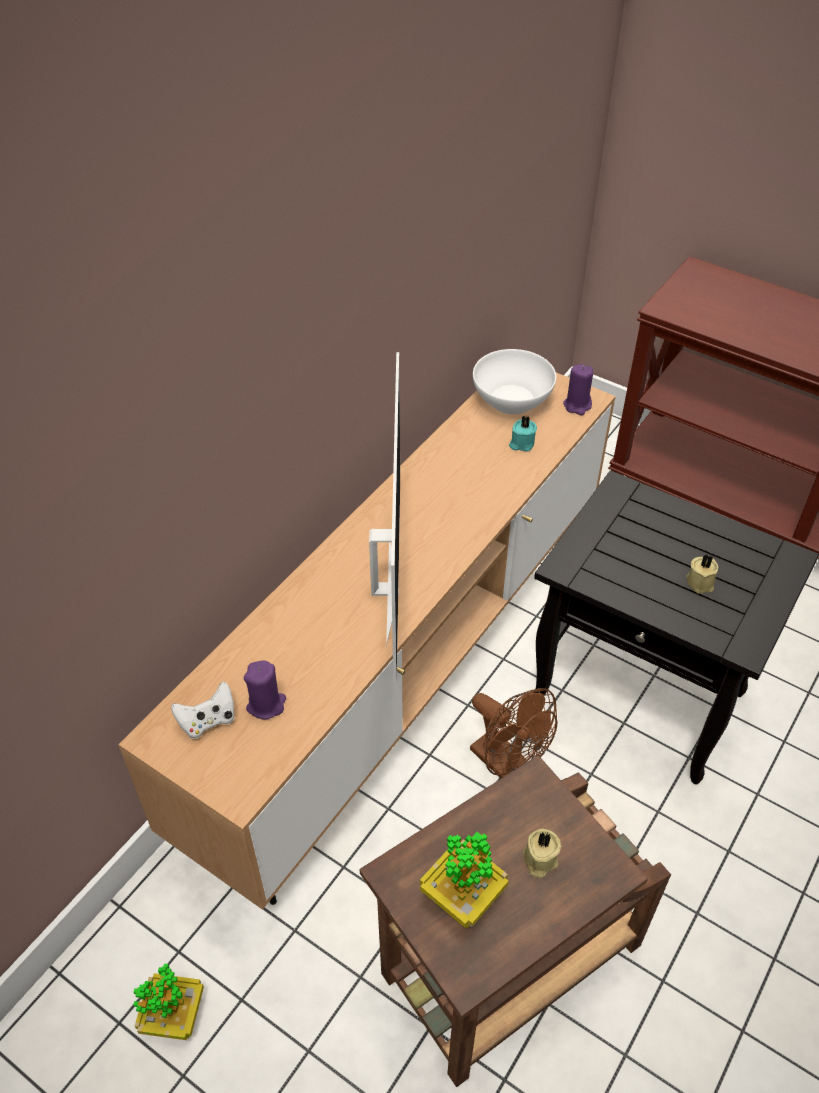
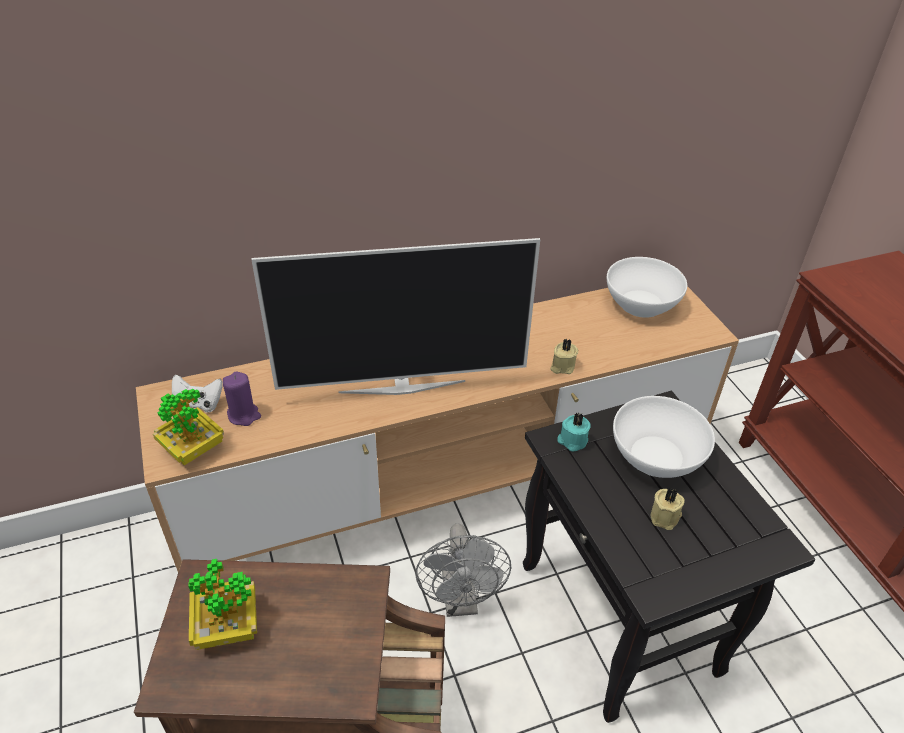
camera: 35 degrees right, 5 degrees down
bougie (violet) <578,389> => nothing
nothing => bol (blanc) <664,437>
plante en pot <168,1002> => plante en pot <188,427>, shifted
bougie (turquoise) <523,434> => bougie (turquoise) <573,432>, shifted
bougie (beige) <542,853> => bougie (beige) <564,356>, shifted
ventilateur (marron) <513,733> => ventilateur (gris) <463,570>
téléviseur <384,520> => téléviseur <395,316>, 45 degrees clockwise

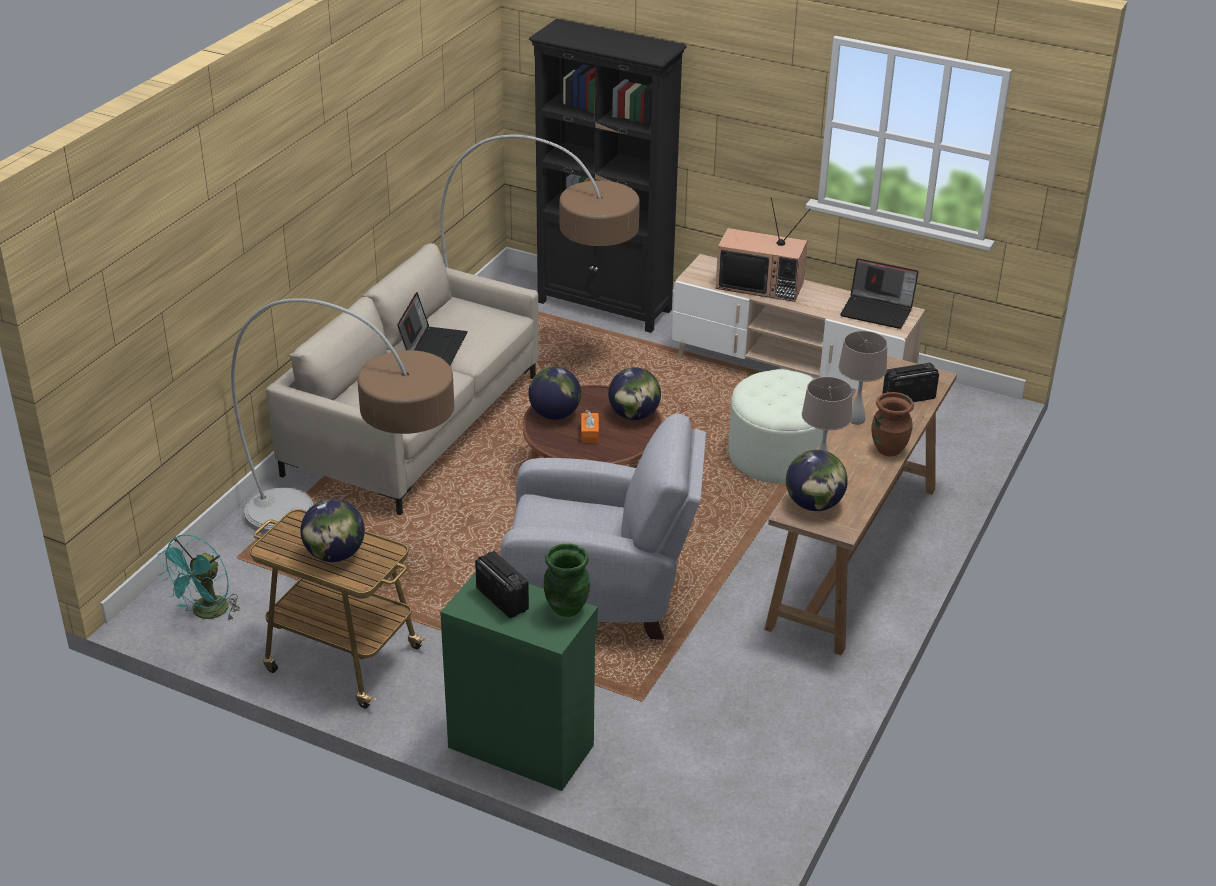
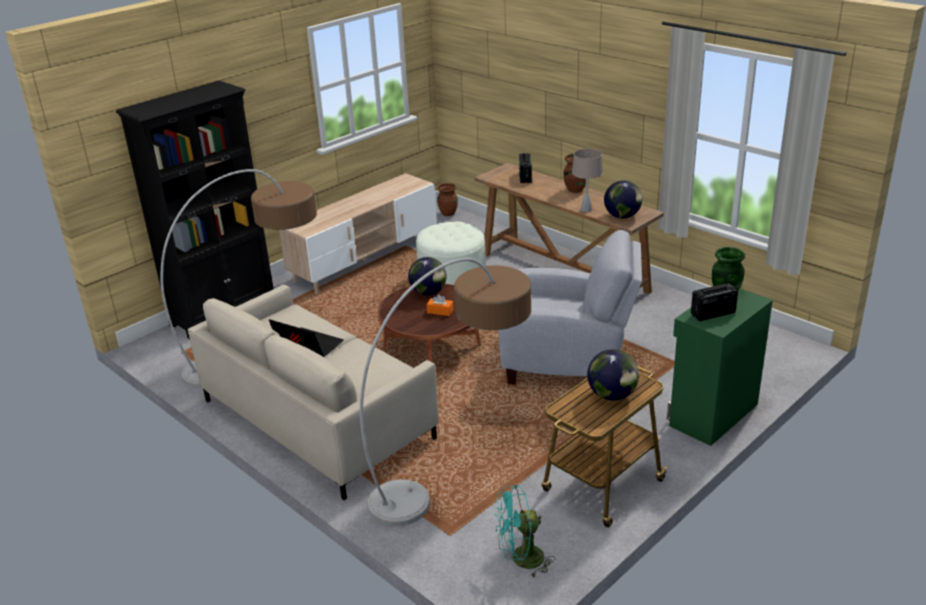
camera: 70 degrees left, 5 degrees down
globe <554,393> => nothing
téléviseur <763,250> => nothing
lampe de table (beige) <863,378> => nothing
ordinateur portable <879,293> => nothing
nothing => vase (marron) <447,199>
ventilateur (turquoise) <199,577> => ventilateur (turquoise) <525,531>, 120 degrees clockwise
fauteuil (gris) <603,527> => fauteuil (gris) <570,307>, 75 degrees clockwise

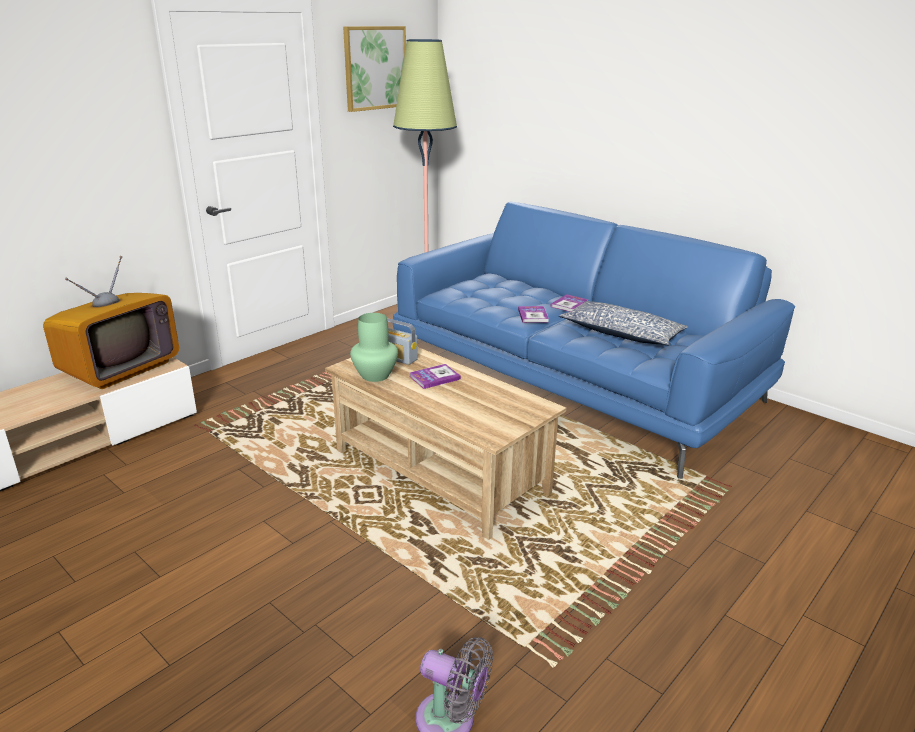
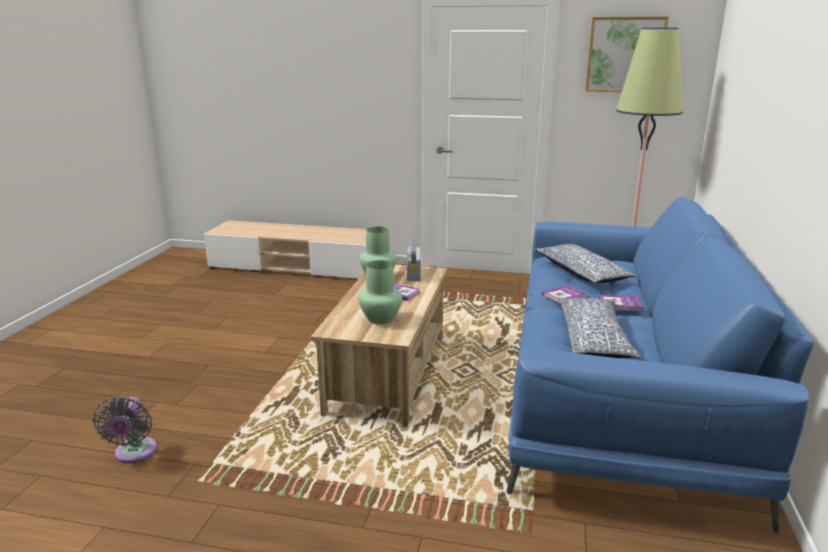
camera: 60 degrees right, 5 degrees down
téléviseur <111,322> => nothing
nothing => vase (vert) <380,292>
nothing => coussin <585,264>

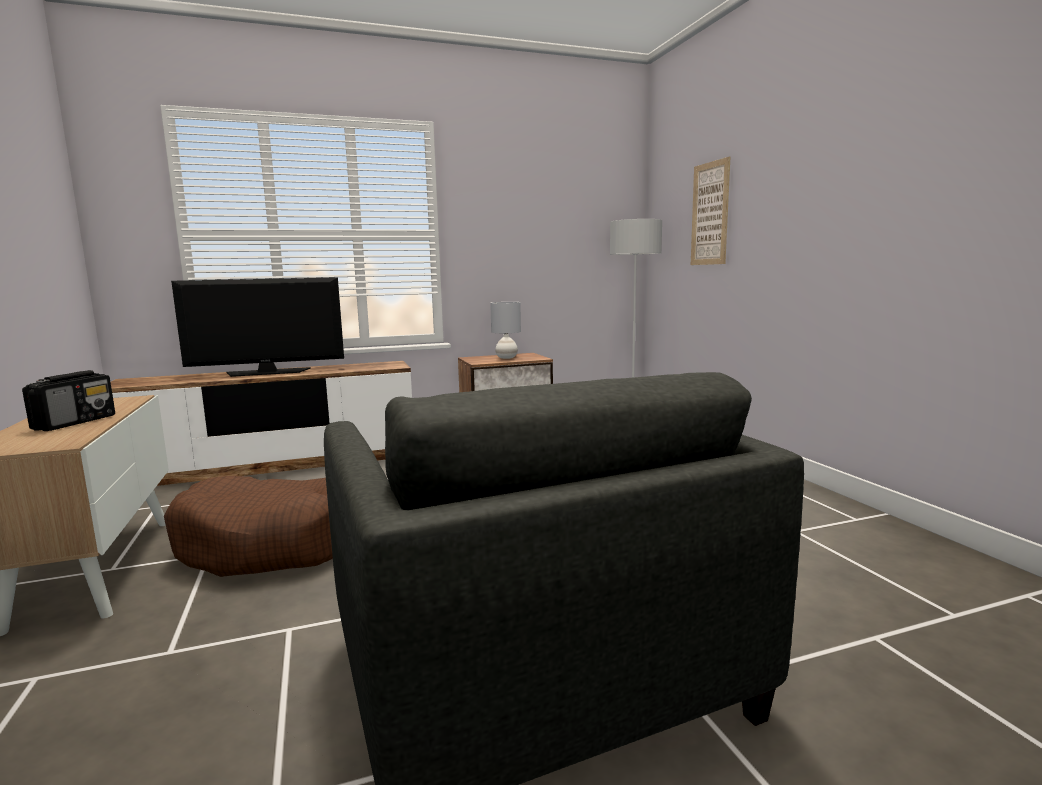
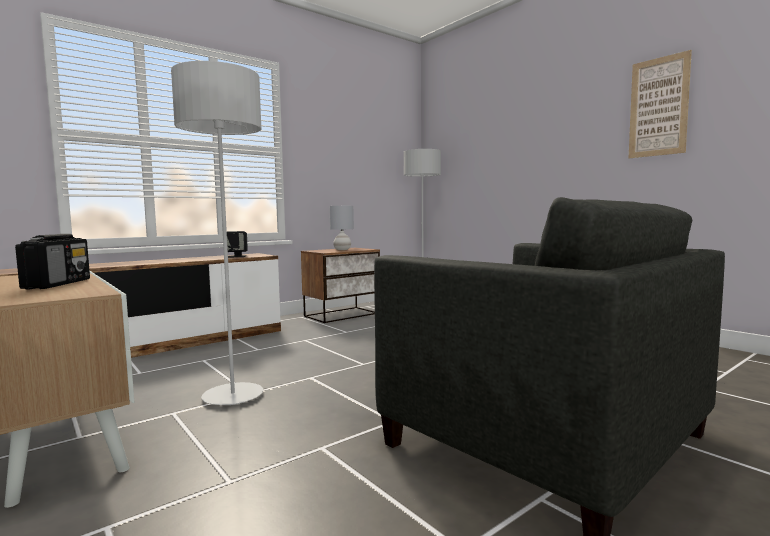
camera: 20 degrees left, 5 degrees down
téléviseur <257,327> => nothing
nothing => enceinte (noir) <237,244>
tableau <710,211> => tableau <660,104>, shifted
panier pour chien (marron) <248,526> => lampadaire (gris) <217,233>

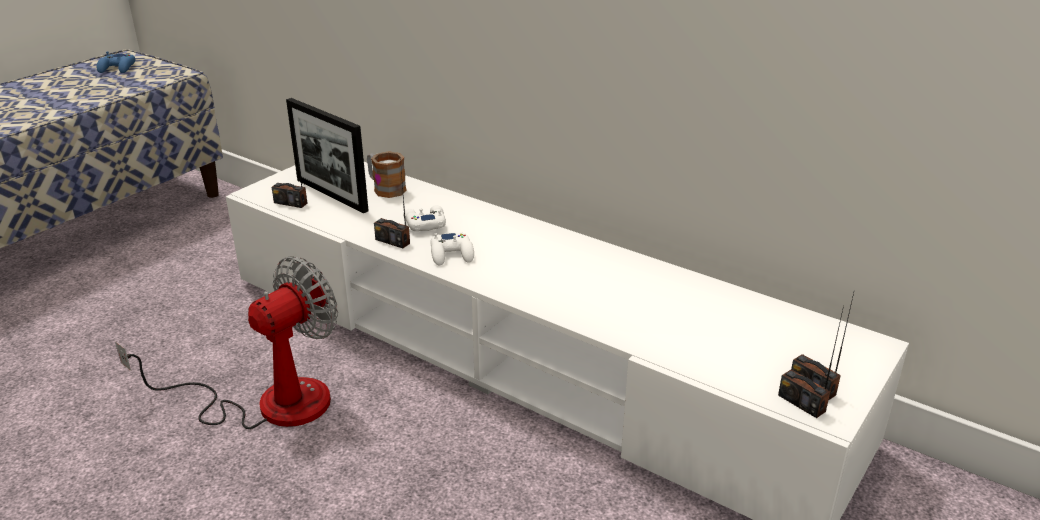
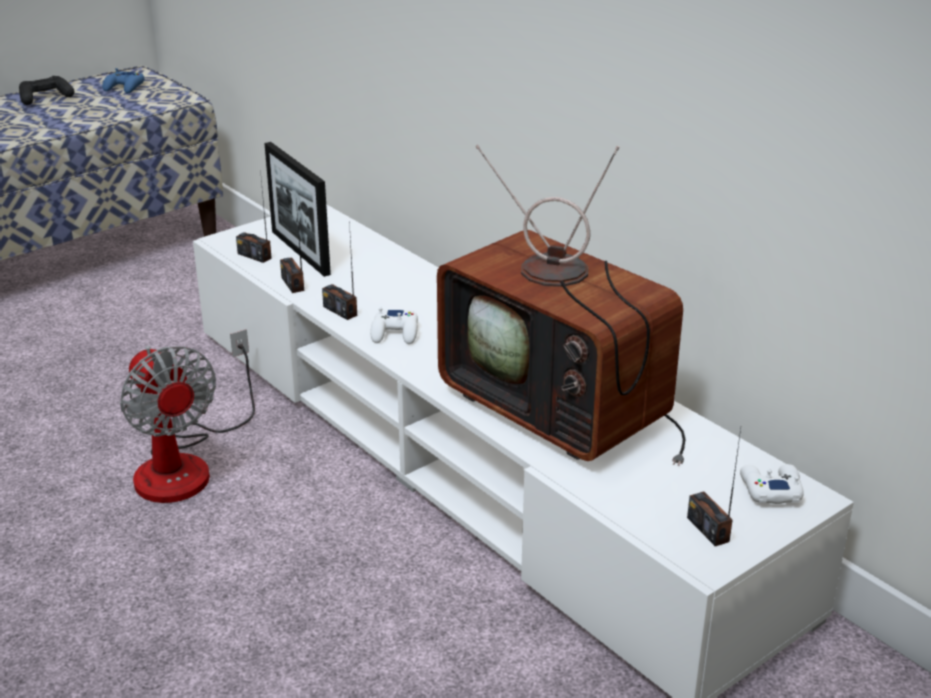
camera: 15 degrees right, 0 degrees up
mug <387,174> => nothing
nothing => manette (noir) <47,90>
nothing => téléviseur <561,305>
manette (blanc) <424,218> => manette (blanc) <772,484>, shifted
radio <811,361> => radio <292,247>, shifted
ventilateur <226,343> => ventilateur <187,416>, 90 degrees clockwise

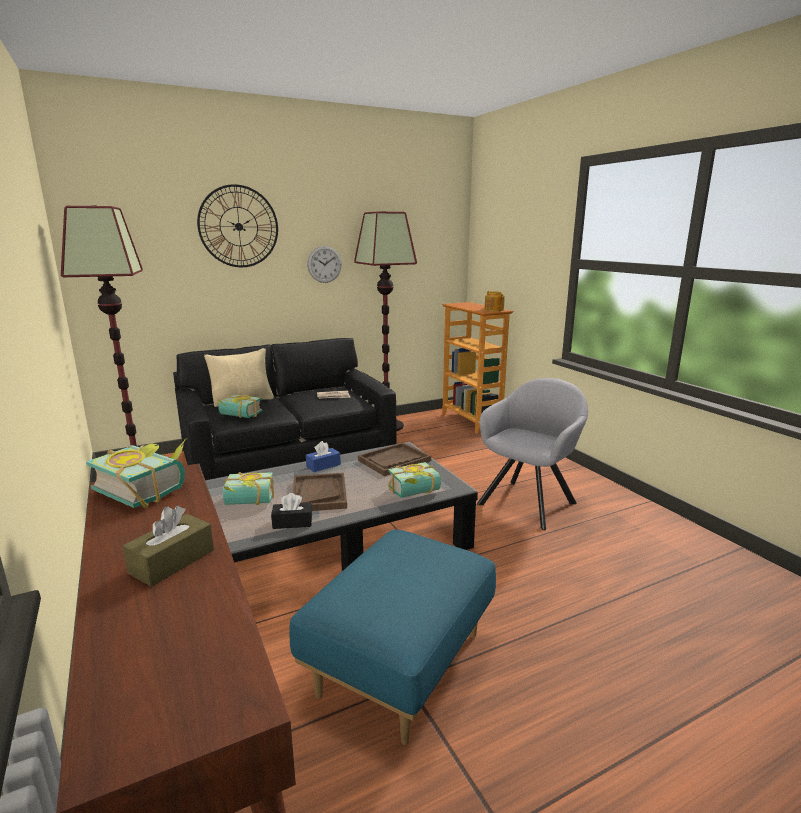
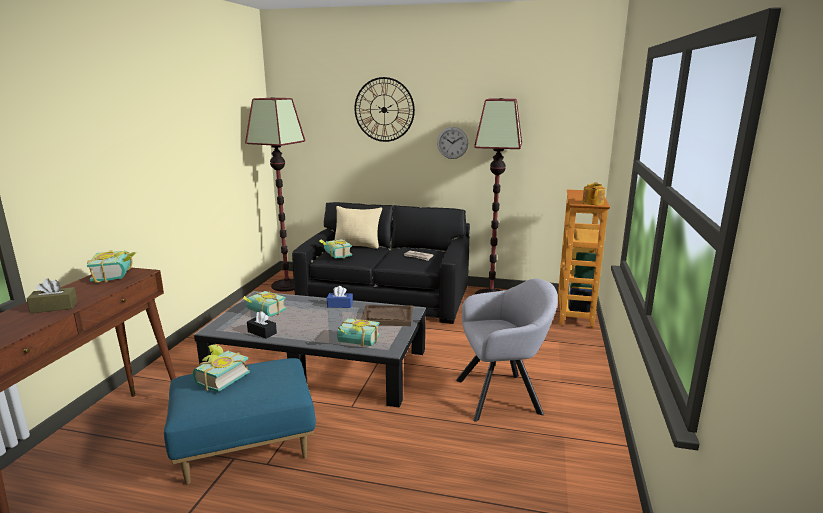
camera: 40 degrees right, 0 degrees up
plateau (marron) <320,492> => nothing
nothing => livre <221,368>

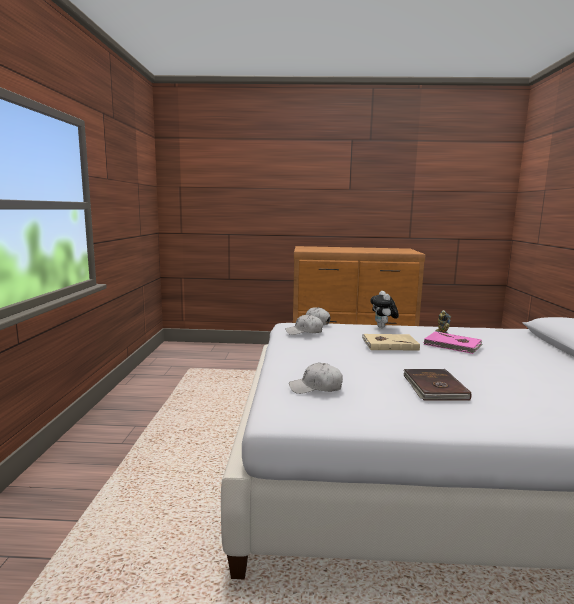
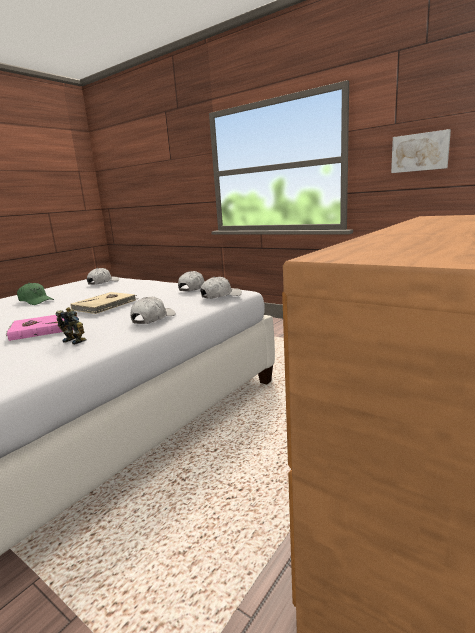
camera: 125 degrees right, 5 degrees up
nothing => tableau <421,151>
peluche <384,309> => casquette (blanc) <153,310>
livre (marron) <437,385> => casquette (vert) <35,294>

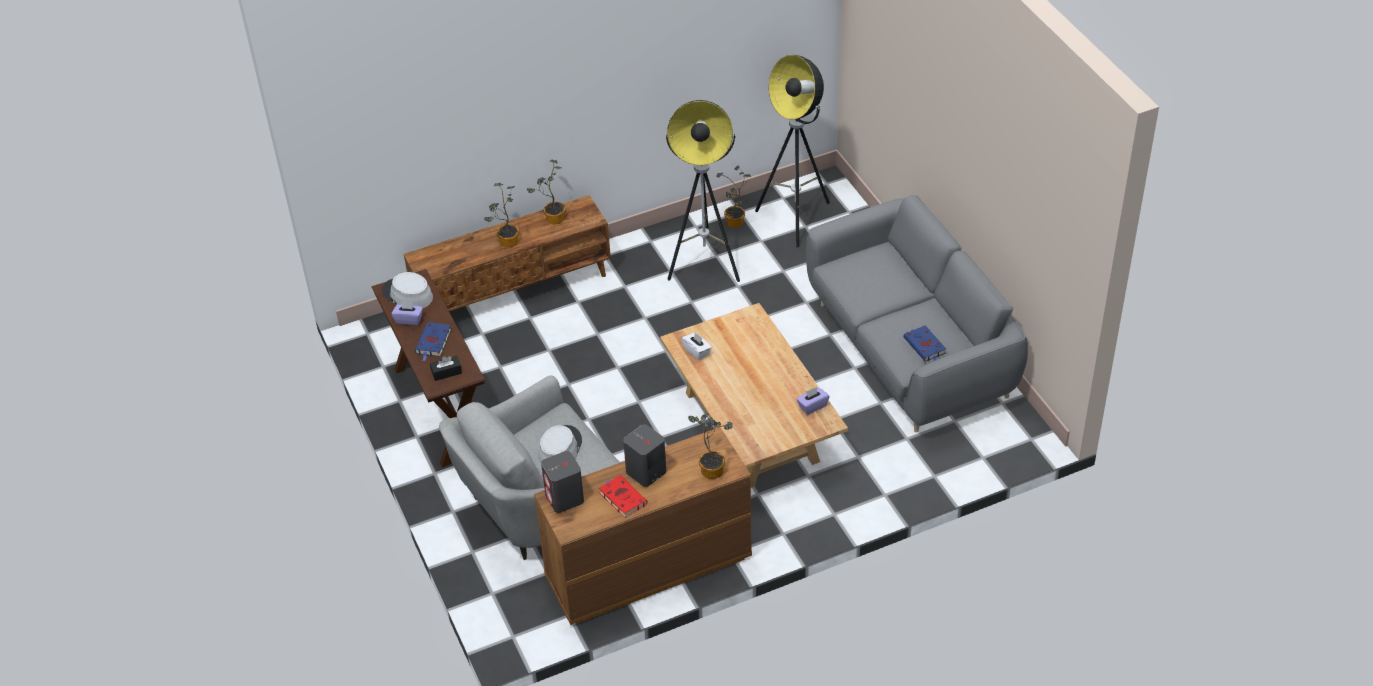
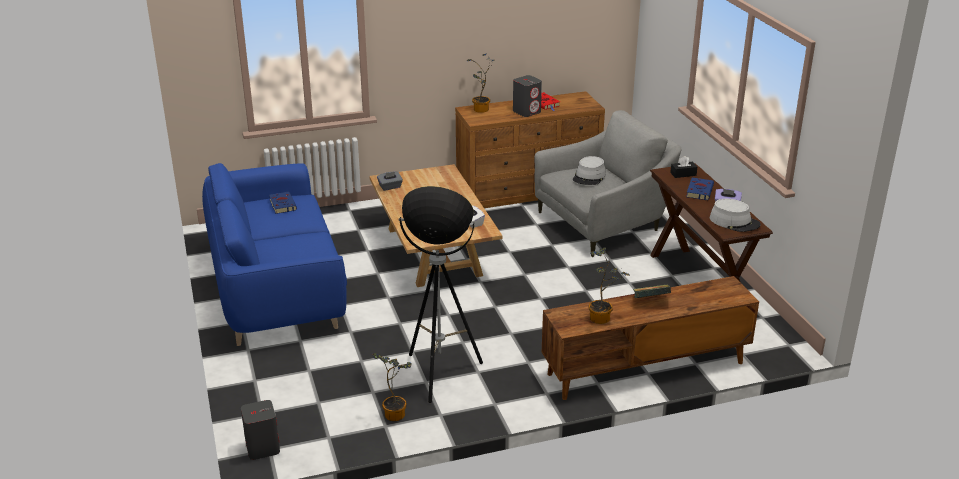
camera: 175 degrees left, 15 degrees down
lampadaire <792,151> => nothing
enceinte (gris) <562,482> => enceinte (gris) <260,430>, shifted
plante en pot <501,215> => livre <652,291>
boîte à mouchoirs (violet) <813,401> => boîte à mouchoirs (gris) <390,181>
canapé (gris) <917,313> => canapé (bleu) <274,254>

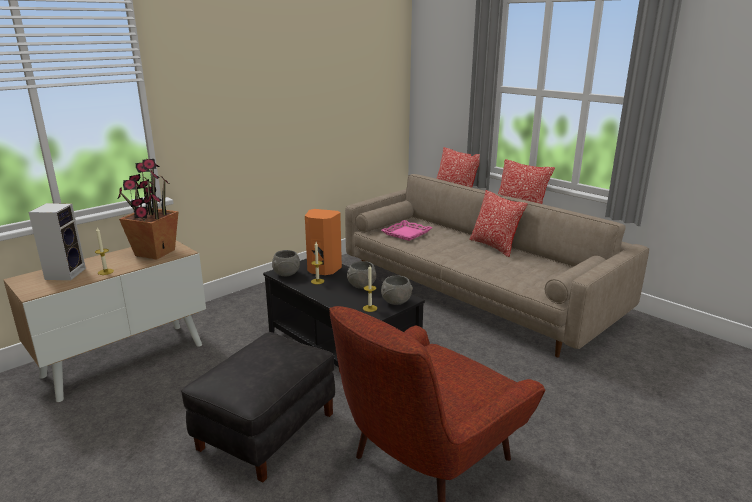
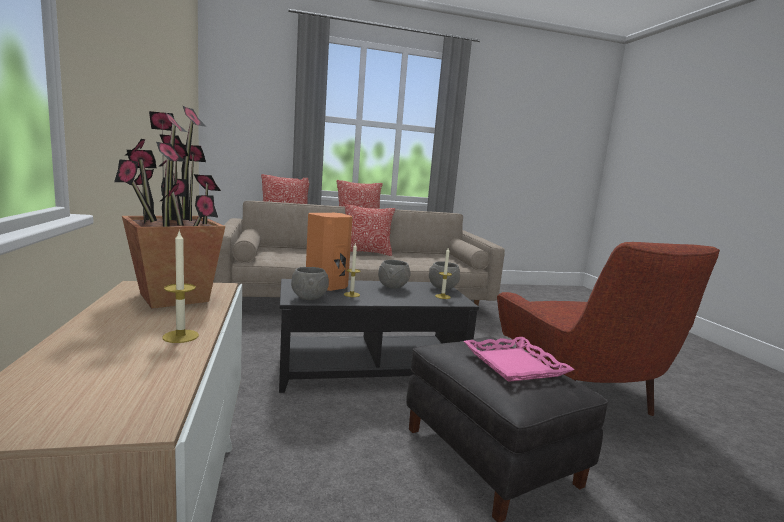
camera: 60 degrees left, 10 degrees down
enceinte <57,241> => nothing
plateau (rose) <407,230> => plateau (rose) <519,359>, shifted

